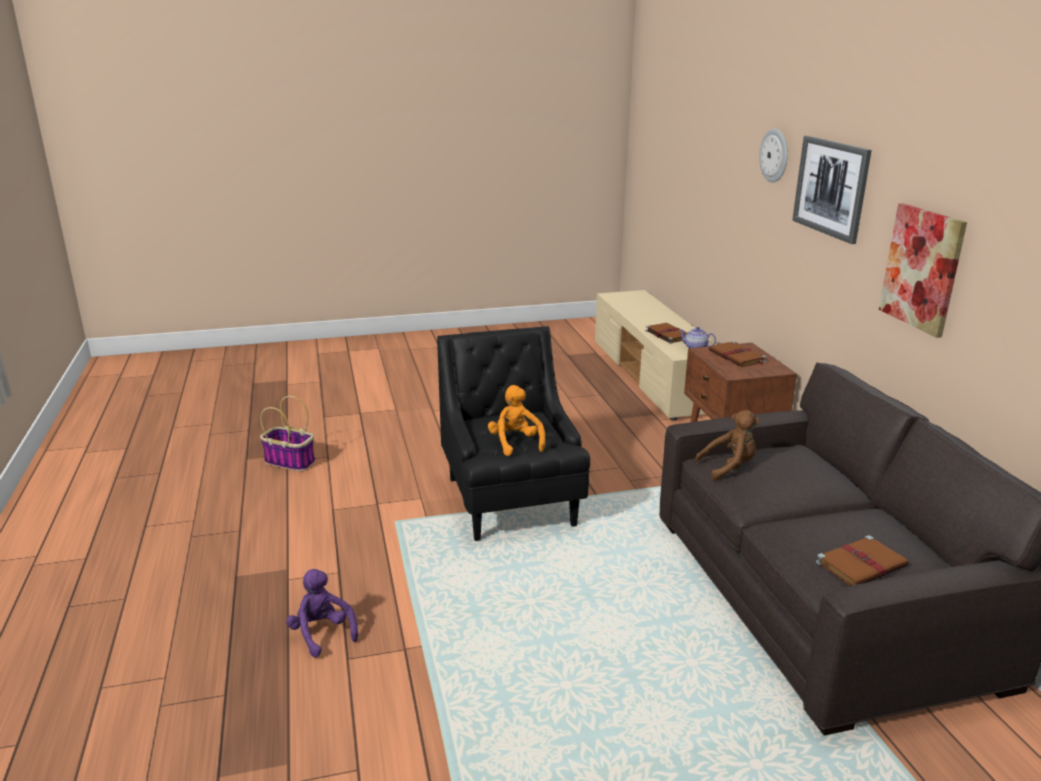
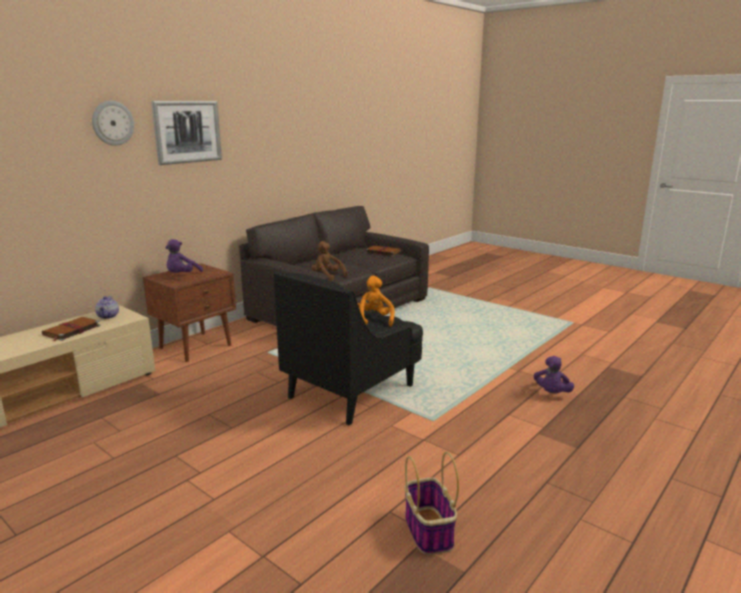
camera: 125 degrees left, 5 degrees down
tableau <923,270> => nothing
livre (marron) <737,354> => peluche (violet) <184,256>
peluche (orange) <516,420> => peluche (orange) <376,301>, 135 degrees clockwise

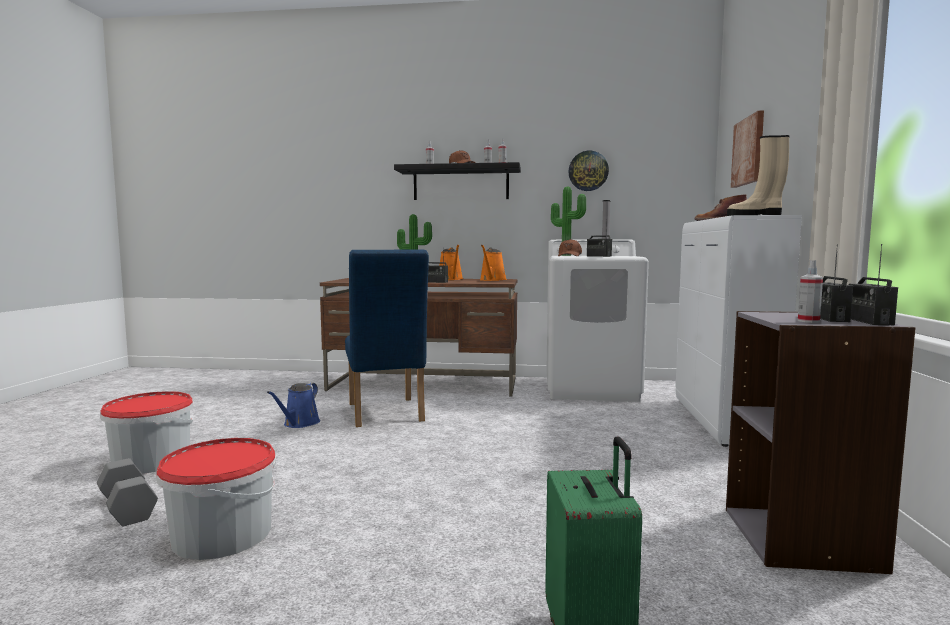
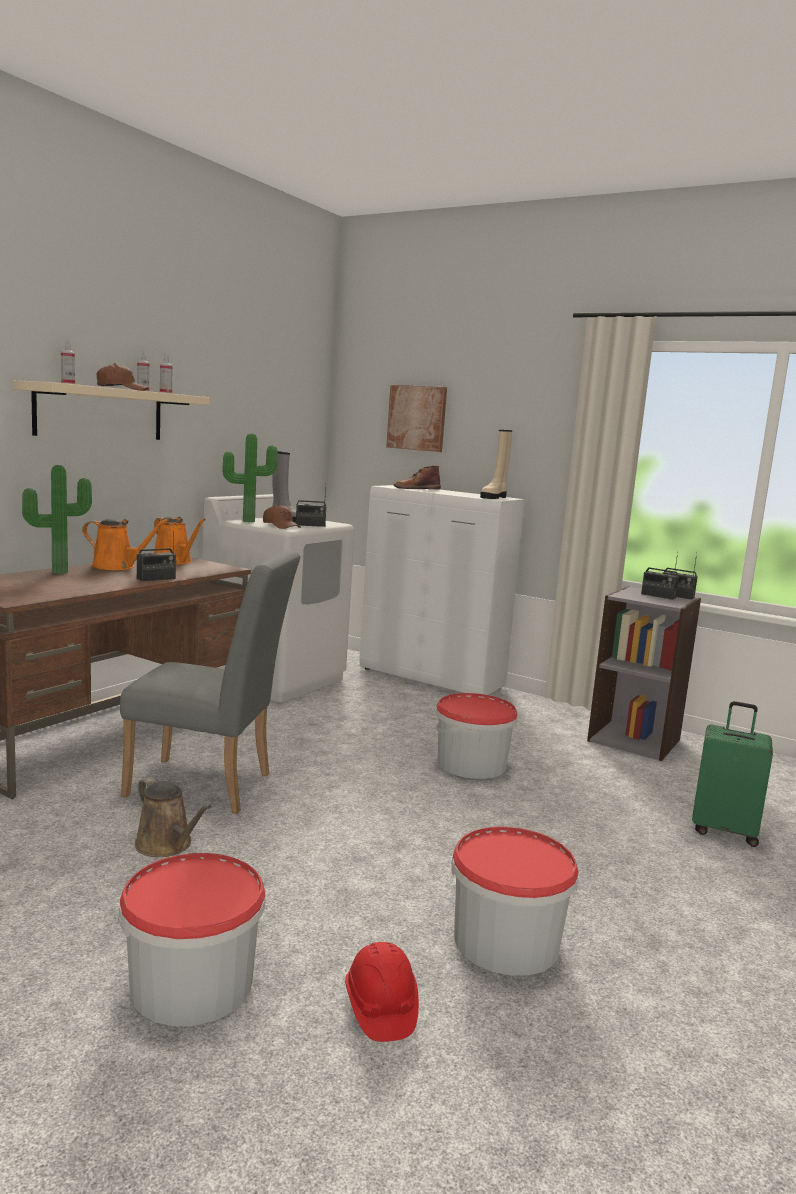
camera: 65 degrees left, 5 degrees up
horloge murale <588,171> => nothing
vaporisateur <810,291> => nothing
nothing => seau <477,736>
haltère (gris) <127,492> => casque de chantier (rouge) <382,992>
arrosoir (bleu) <293,405> => arrosoir (marron) <173,817>
chaise (bleu) <387,338> => chaise (gris) <210,682>
étagère (noir) <457,181> => étagère (beige) <111,410>

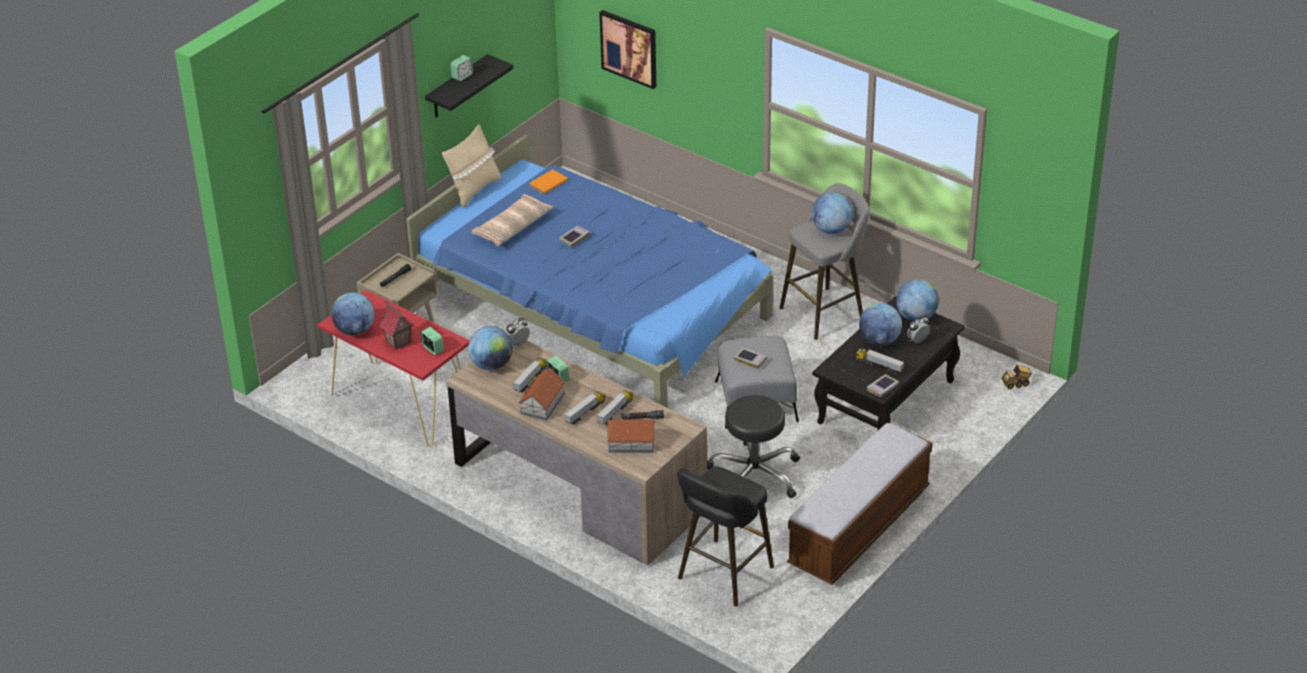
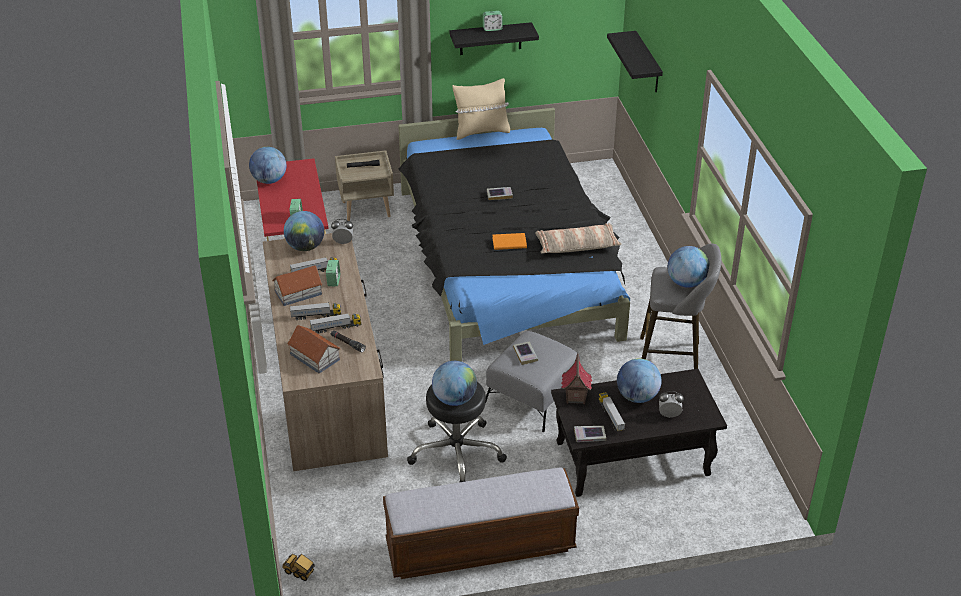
camera: 40 degrees right, 0 degrees up
tabouret (noir) <726,536> => nothing
maison miniature <396,325> => maison miniature <576,378>, shifted
coussin <513,220> => coussin <578,238>, shifted
livre (orange) <548,181> => livre (orange) <509,241>, shifted
globe <917,300> => globe <454,383>, shifted
camion jouet <1017,377> => camion jouet <298,567>, shifted
tableau <627,49> => étagère (noir) <635,62>
lit (bleu) <589,270> => lit (noir) <514,235>

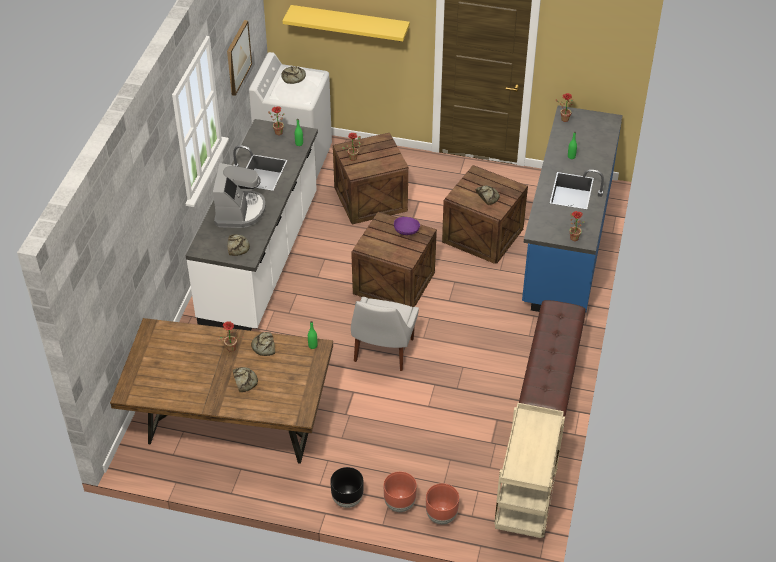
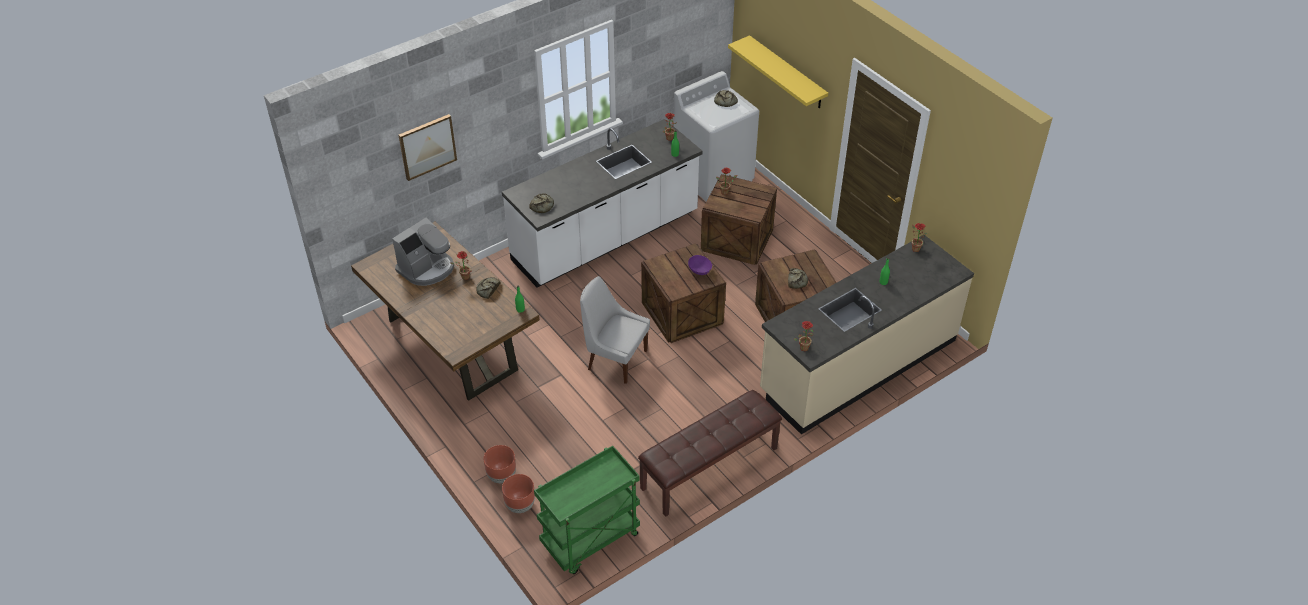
camera: 40 degrees right, 0 degrees up
pain <245,379> => nothing
cache-pot (noir) <347,487> => nothing
machine à café <239,195> => machine à café <423,252>, shifted
tableau <239,58> => tableau <428,147>, shifted
chariot (beige) <529,470> => chariot (vert) <587,510>
comptoir de cuisine (bleu) <572,209> => comptoir de cuisine (beige) <867,335>
chaise (blanc) <385,334> => chaise (blanc) <615,330>, 60 degrees clockwise

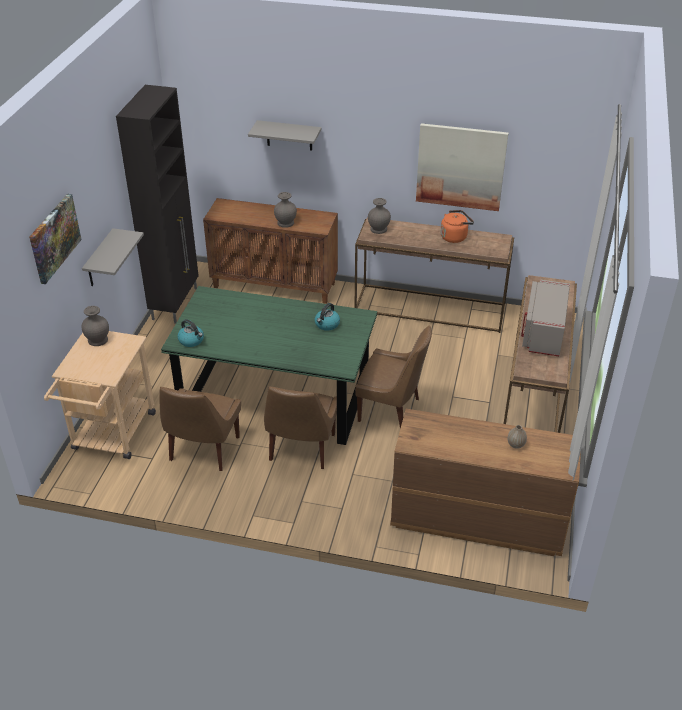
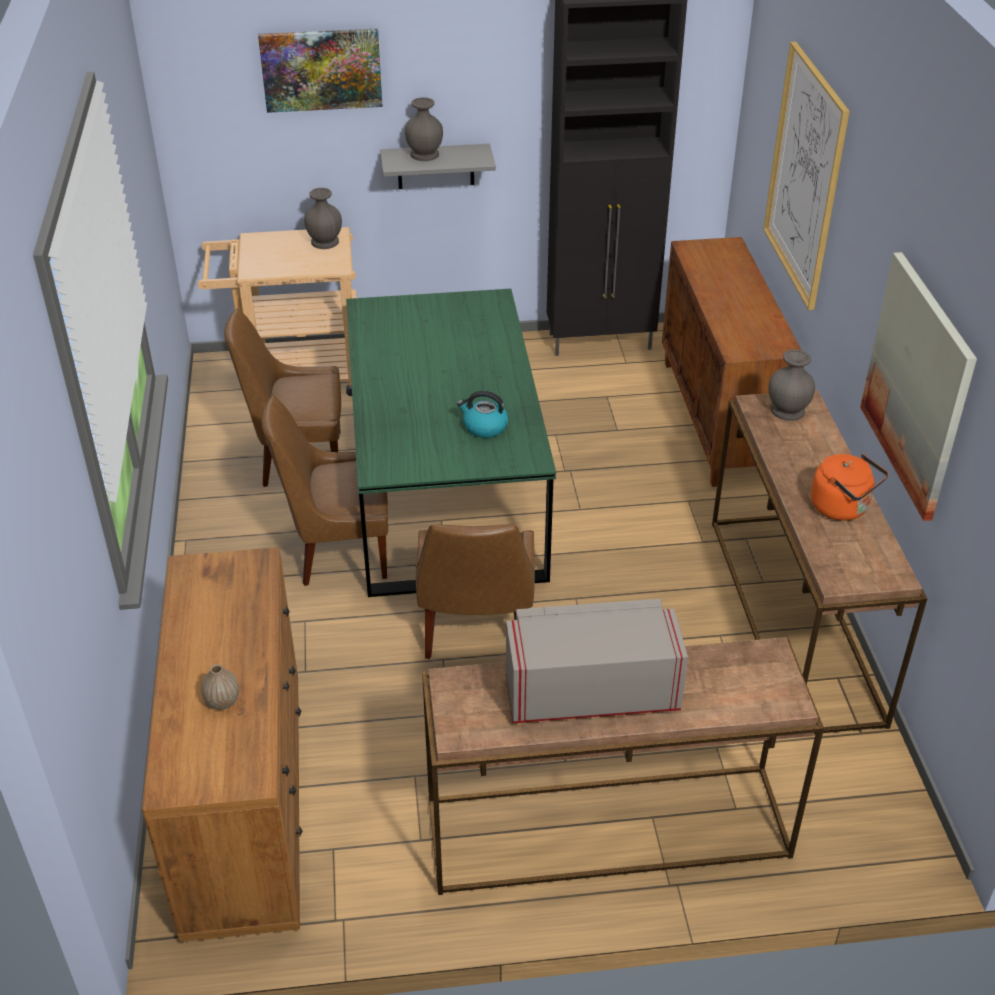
camera: 70 degrees right, 0 degrees up
bouilloire <190,333> => nothing
vase (gris) <285,210> => vase (gris) <424,129>, shifted
étagère (gris) <284,135> => tableau <806,175>

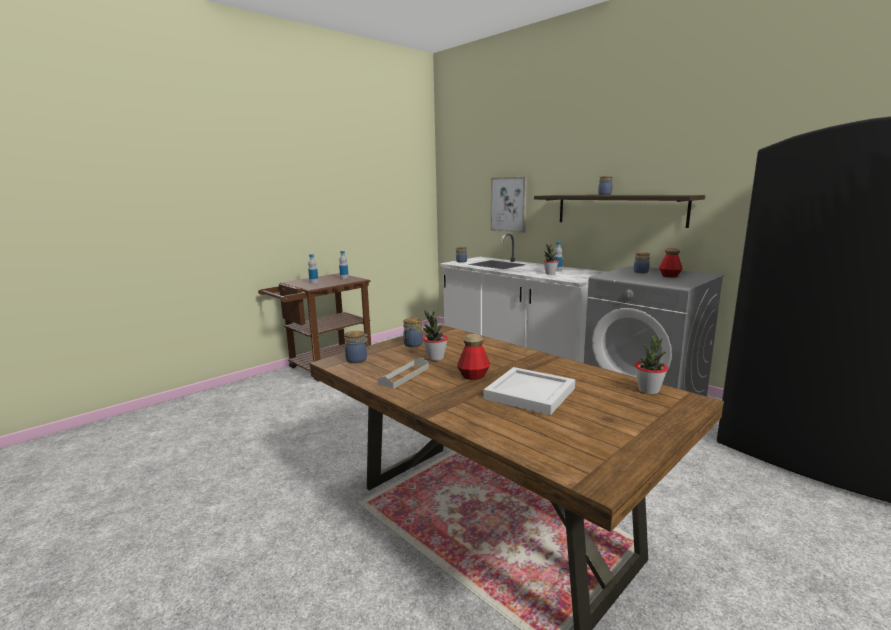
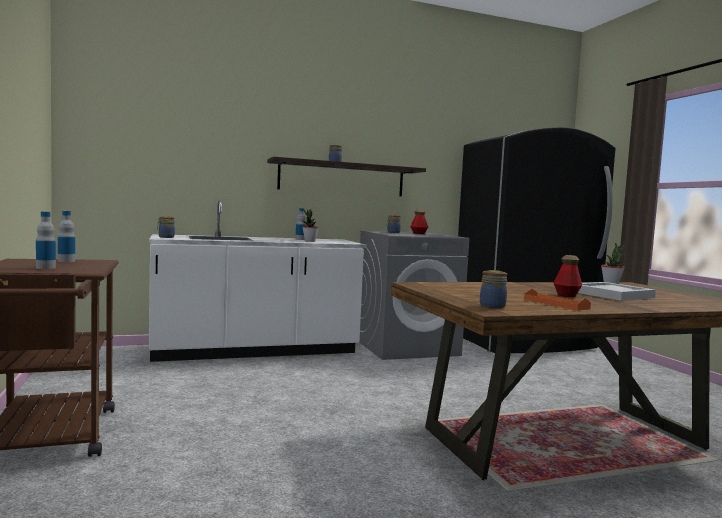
camera: 65 degrees left, 10 degrees down
bocal <413,332> => nothing
plante en pot <435,336> => nothing
tableau <509,205> => nothing
plateau (gris) <403,373> => plateau (orange) <557,299>

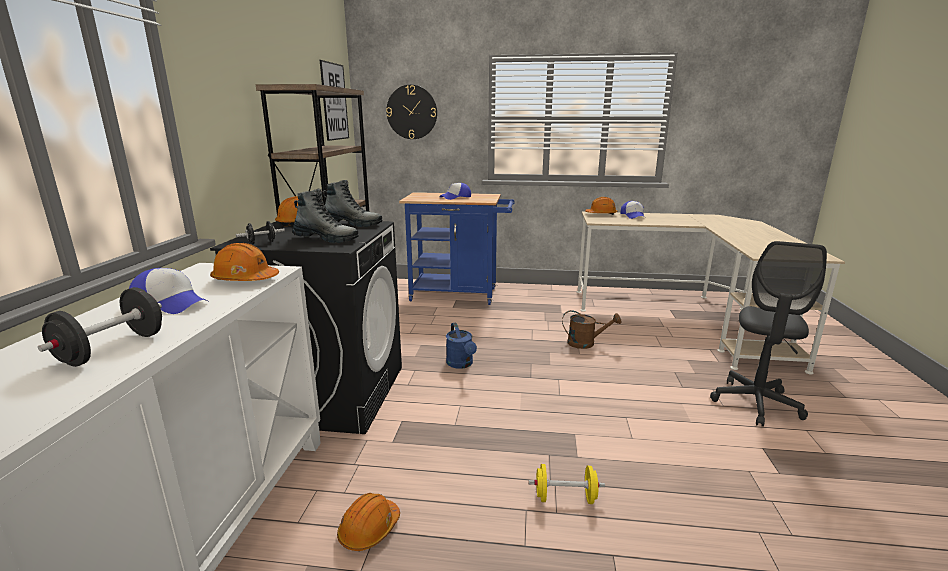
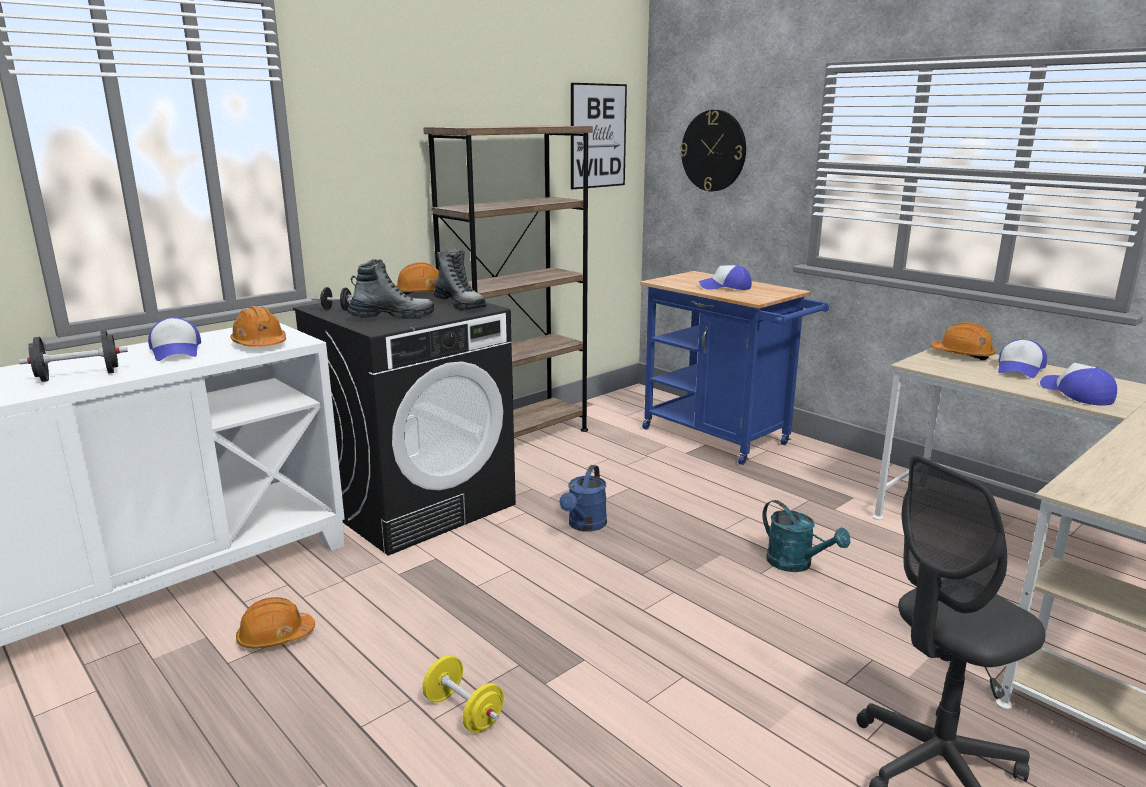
camera: 40 degrees right, 0 degrees up
nothing => casquette <1078,384>
arrosoir (marron) <592,329> => arrosoir (turquoise) <806,536>
botte <325,216> => botte <391,289>, 75 degrees counterclockwise

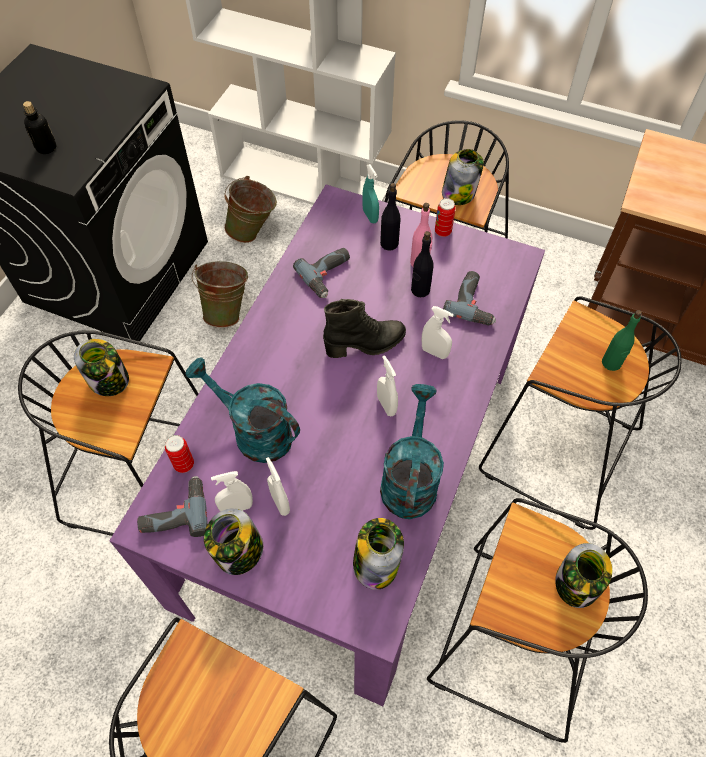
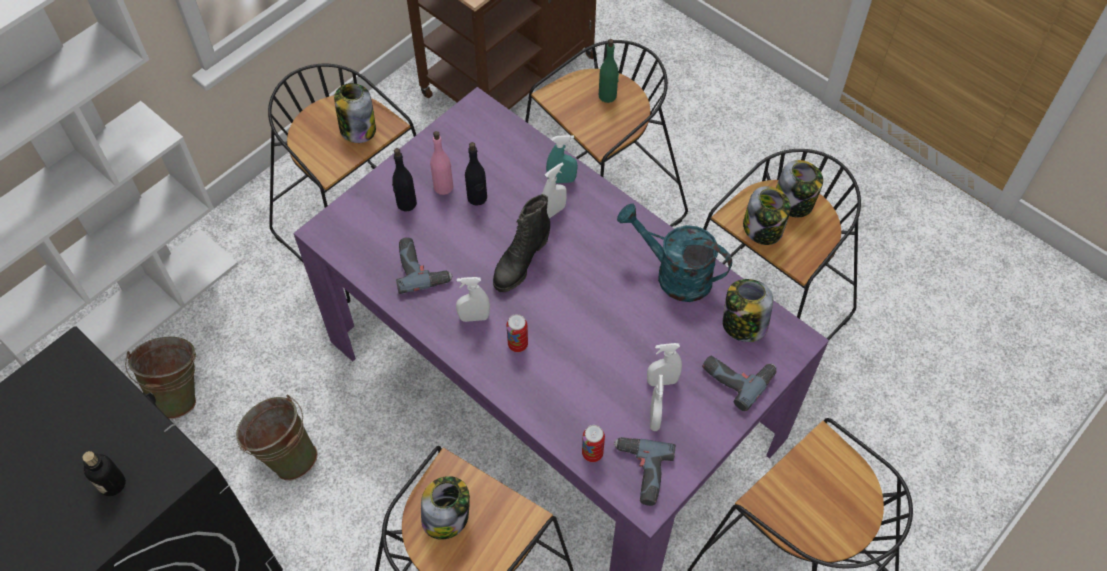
camera: 70 degrees left, 0 degrees up
arrosoir (turquoise) <242,410> => nothing
bocal <233,541> => bocal <767,215>, shifted
vaporisateur (turquoise) <370,193> => vaporisateur (turquoise) <562,159>, shifted
vaporisateur (blanc) <387,385> => vaporisateur (blanc) <473,299>, shifted
boîte métallique <445,217> => boîte métallique <517,333>, shifted
perceuse <469,298> => perceuse <739,383>, shifted
botte (noir) <364,328> => botte (noir) <521,243>, 150 degrees counterclockwise

